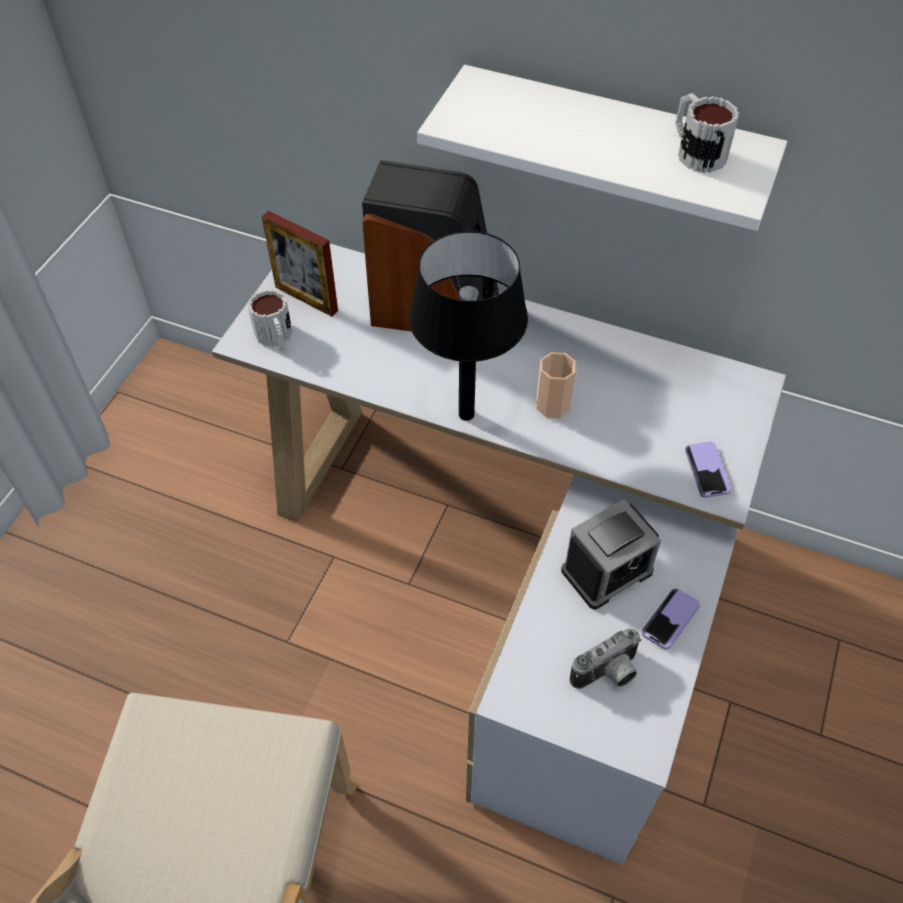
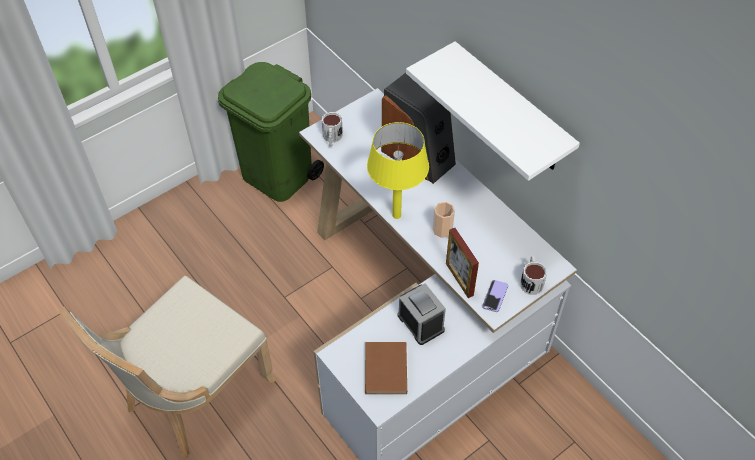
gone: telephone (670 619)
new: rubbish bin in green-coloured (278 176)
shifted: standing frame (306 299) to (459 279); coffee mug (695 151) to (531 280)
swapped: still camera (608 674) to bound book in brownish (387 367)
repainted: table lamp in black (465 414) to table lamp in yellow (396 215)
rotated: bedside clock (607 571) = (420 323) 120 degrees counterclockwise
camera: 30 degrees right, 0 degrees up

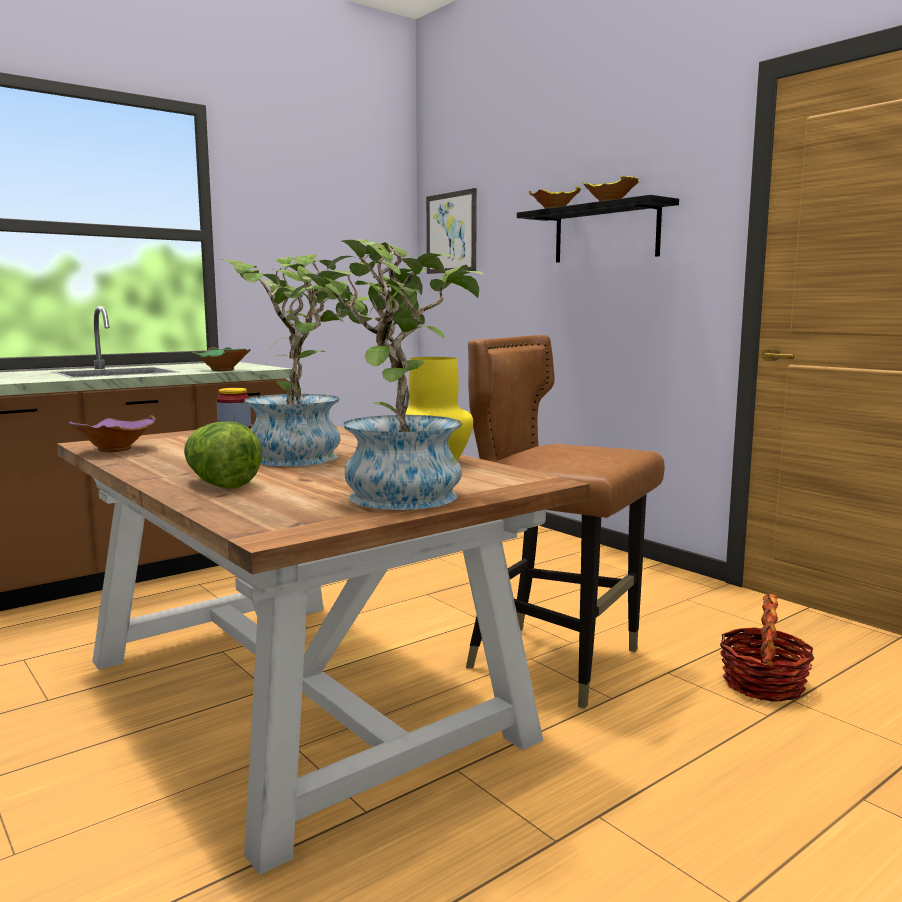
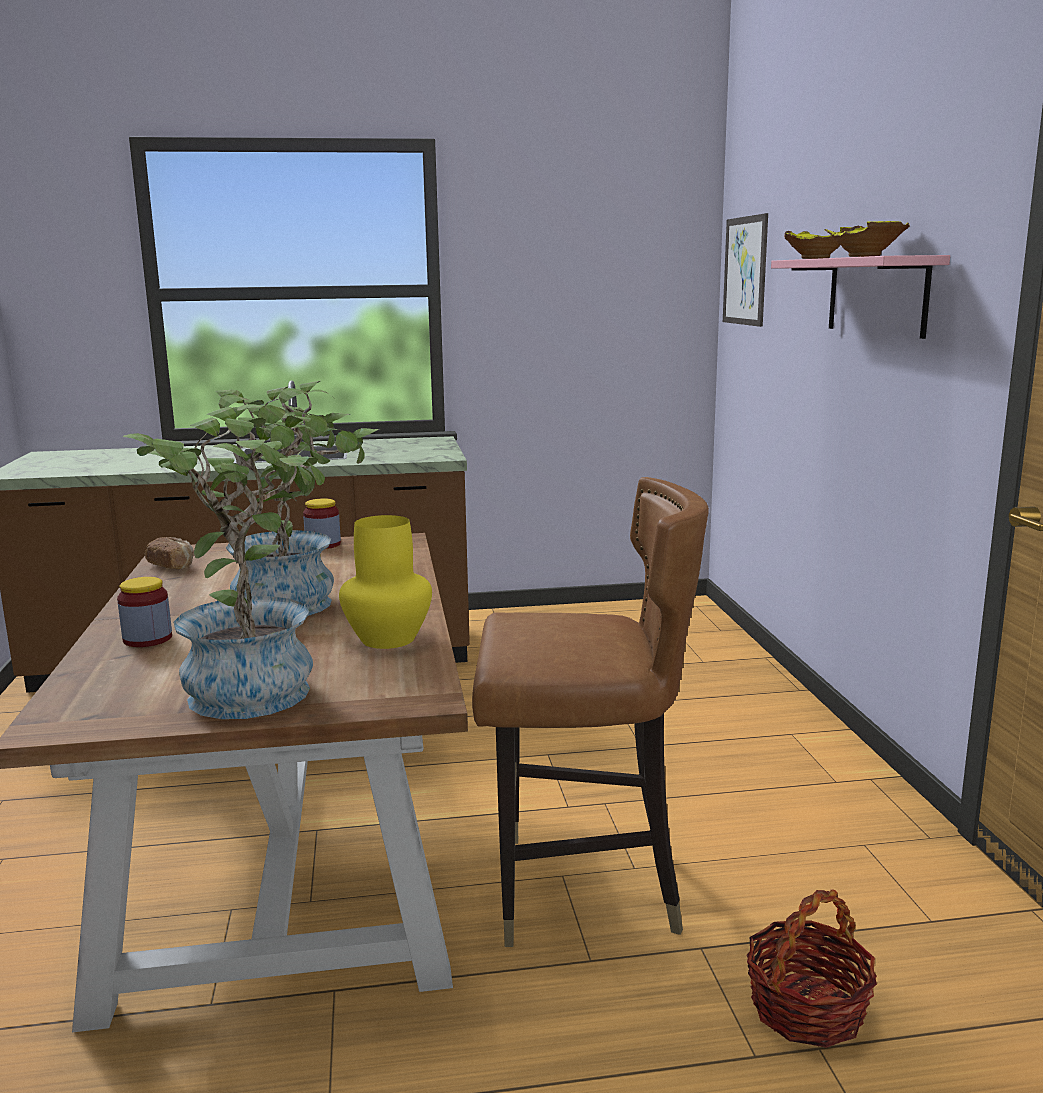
gone: bowl in green-coloured (224 370)
swapped: bowl in purple-coloured (116 450) to baked bread (172 566); lettuce head (220 484) to storage jar (147 639)
repainted: wall shelf in black (605 233) to wall shelf in pinkish (876 295)
rotated: plain chair in brownish (555 662) = (583 890) 120 degrees clockwise
camera: 30 degrees right, 5 degrees up

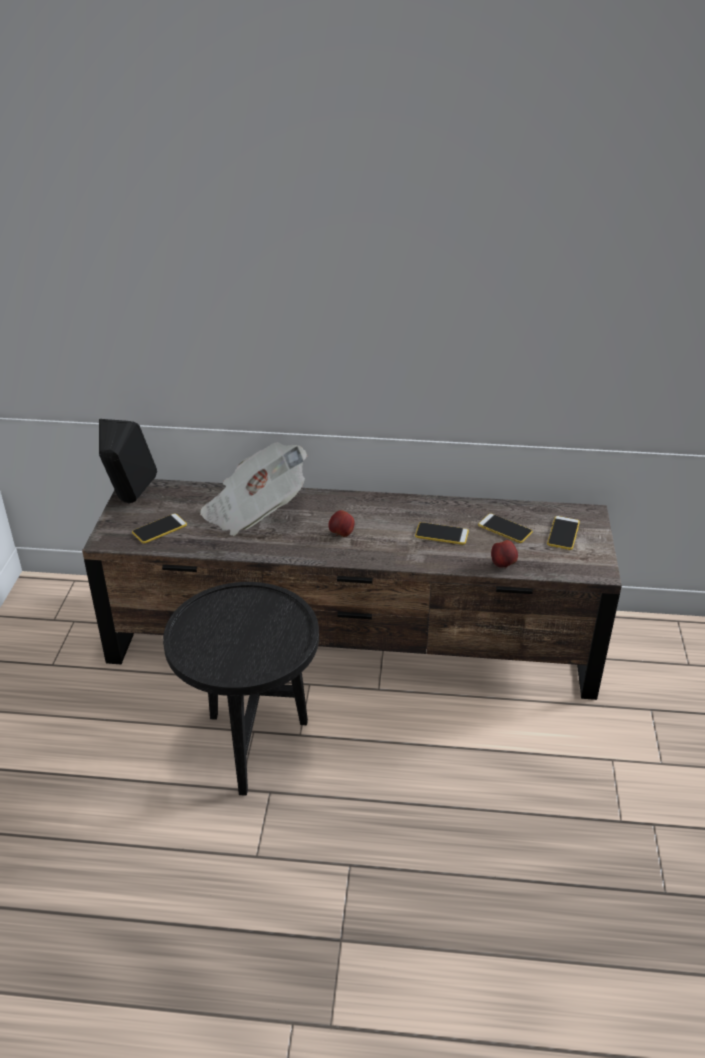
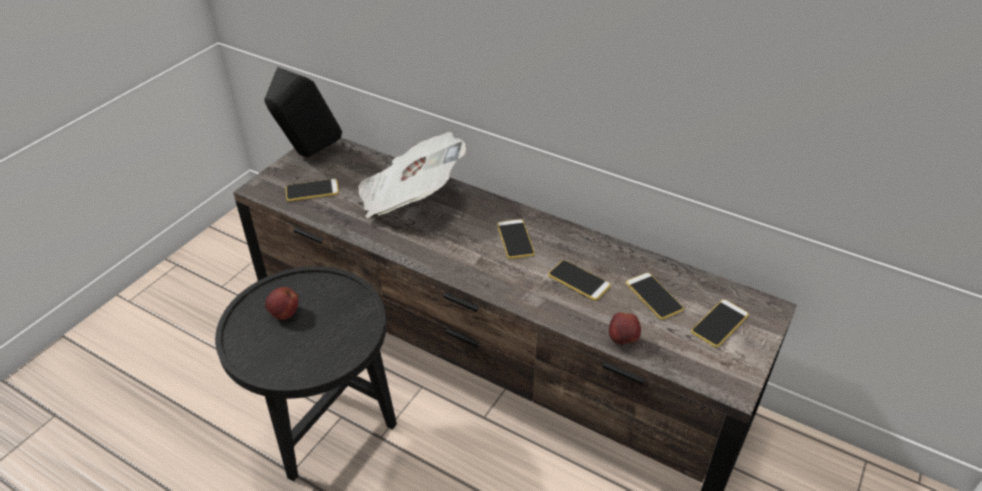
new: telephone (515 239)
shifted: apple (341 534) to (284 314)
camera: 25 degrees right, 5 degrees up

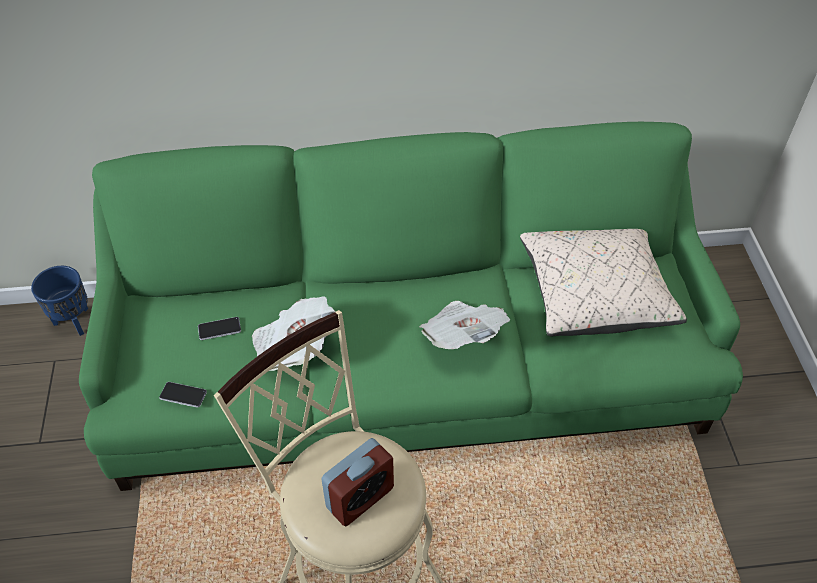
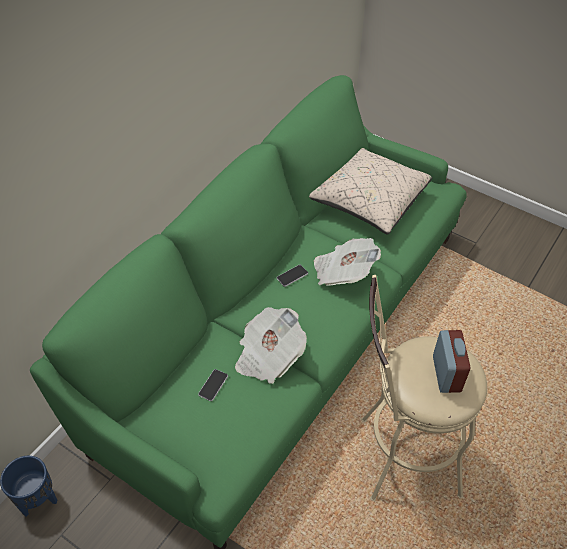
shifted: telephone (183 395) to (292 276)
camera: 50 degrees left, 0 degrees up

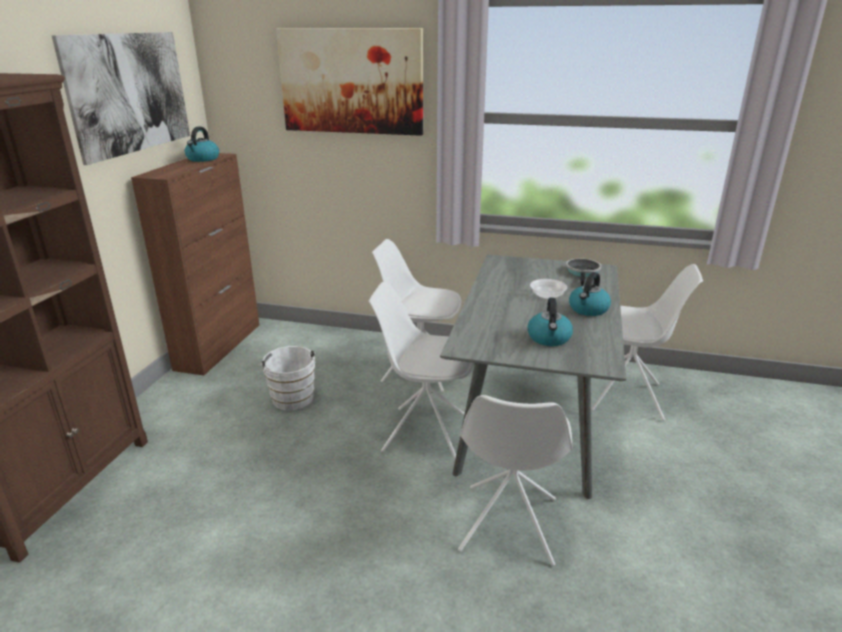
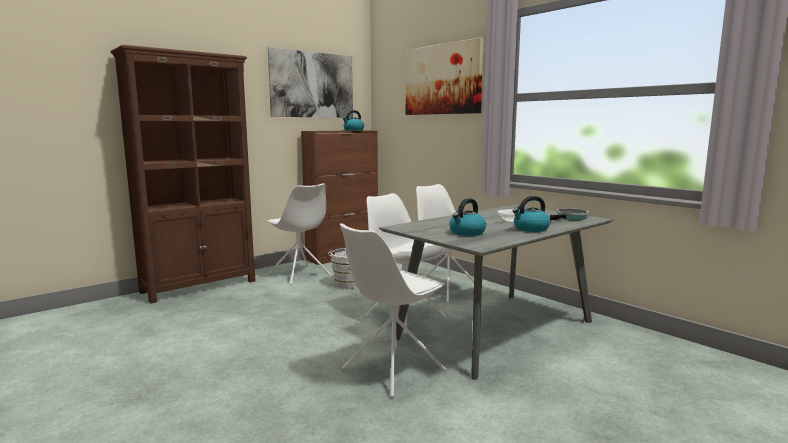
shifted: plain chair in white (627 398) to (300 275)
camera: 35 degrees right, 15 degrees down

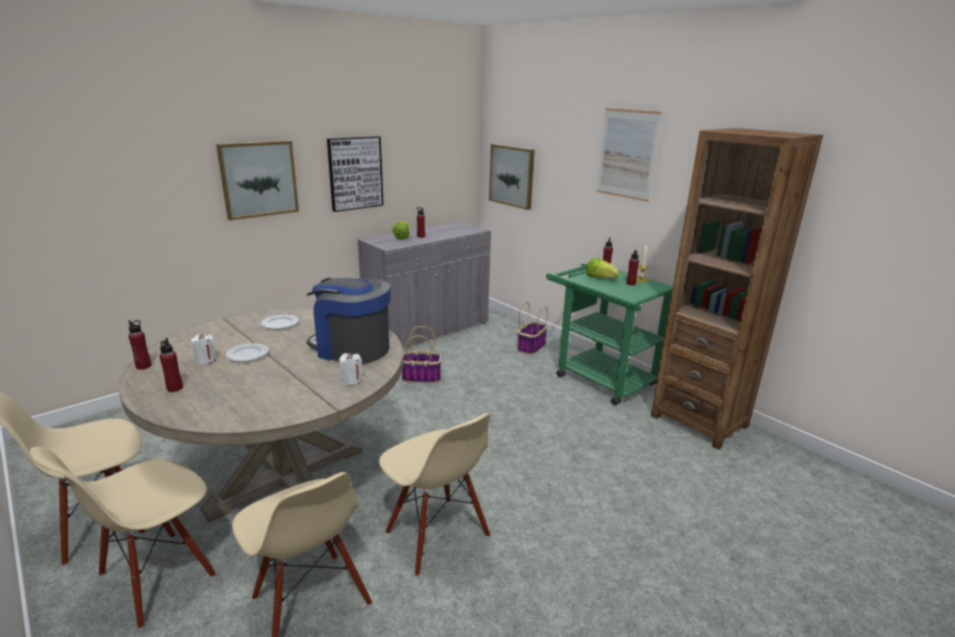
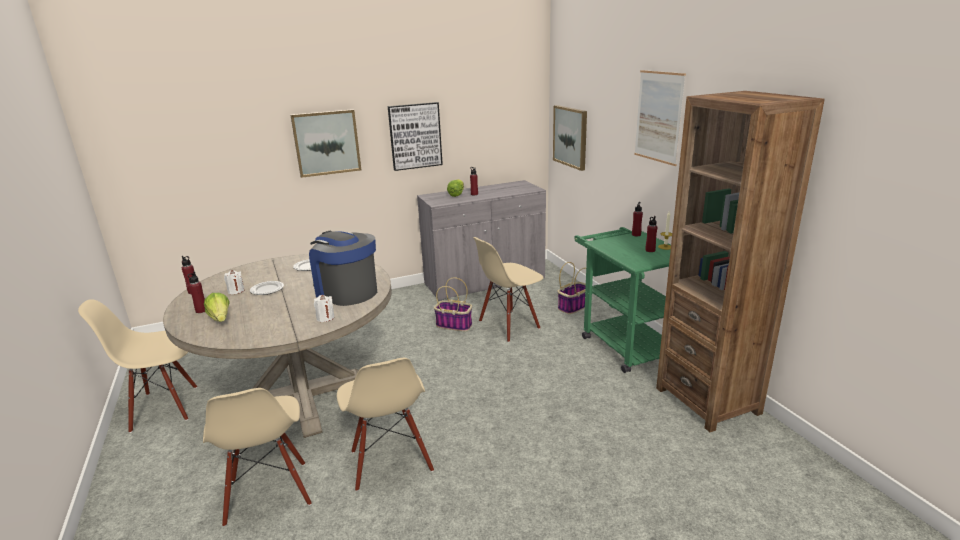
shifted: plain chair in beige-coloured (157 577) to (509 325); lettuce head (600 278) to (220 318)
camera: 20 degrees right, 0 degrees up

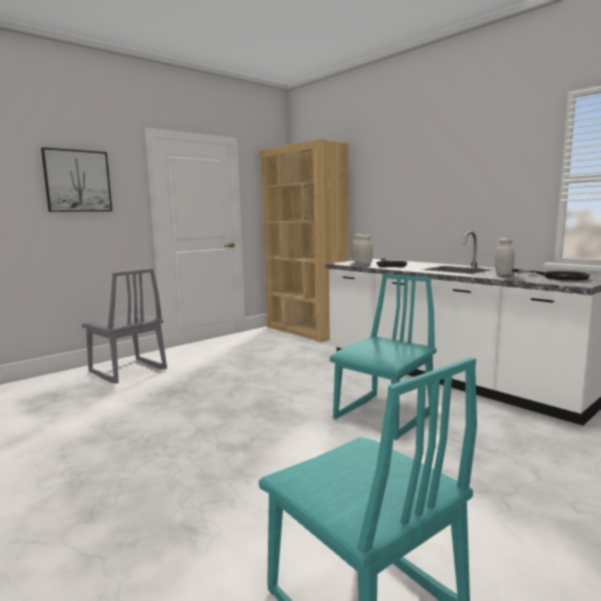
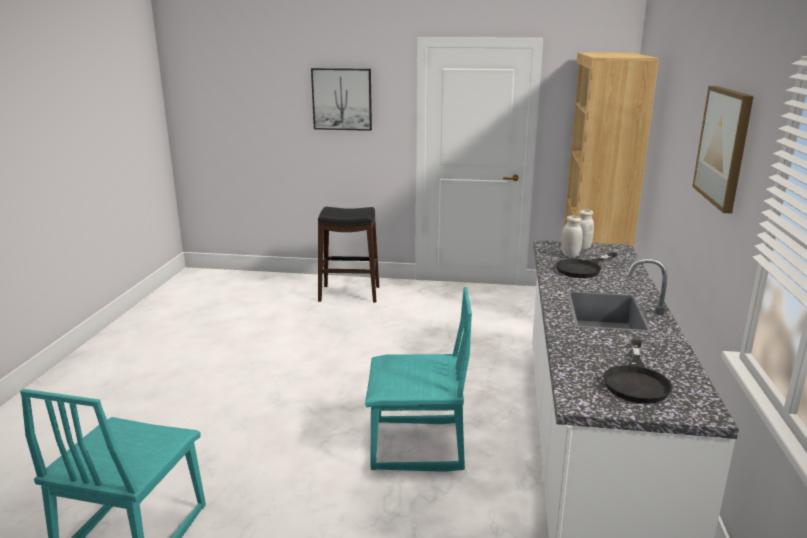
gone: storage jar in white (503 274)
new: wall art (724 146)
swapped: plain chair in greyish (127 371) to stool seat in black (349 294)
camera: 50 degrees right, 10 degrees up

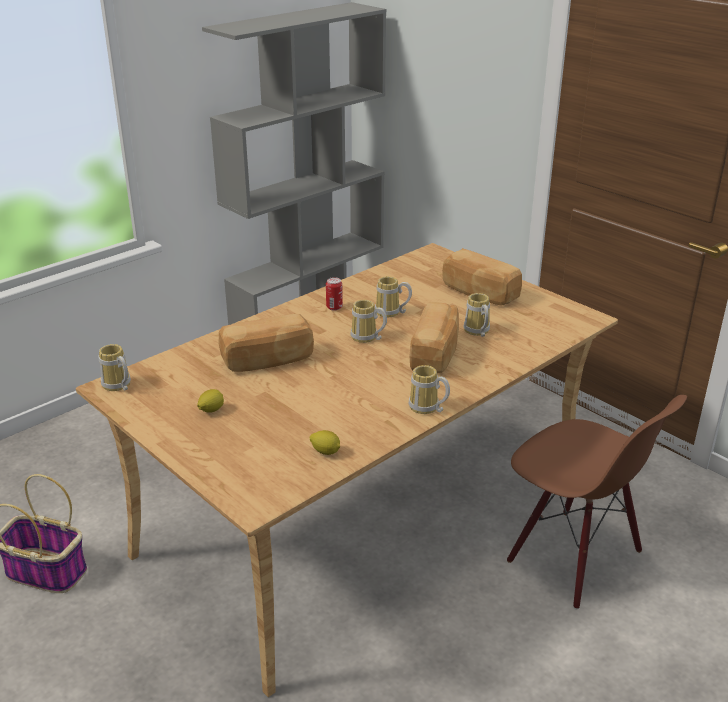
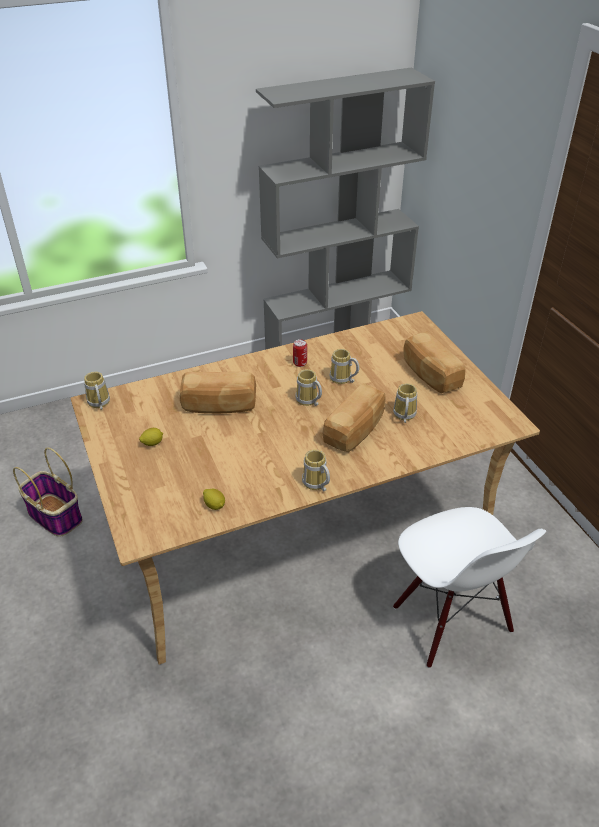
repainted: plain chair in brownish (573 557) to plain chair in white (450 620)
camera: 20 degrees right, 10 degrees up

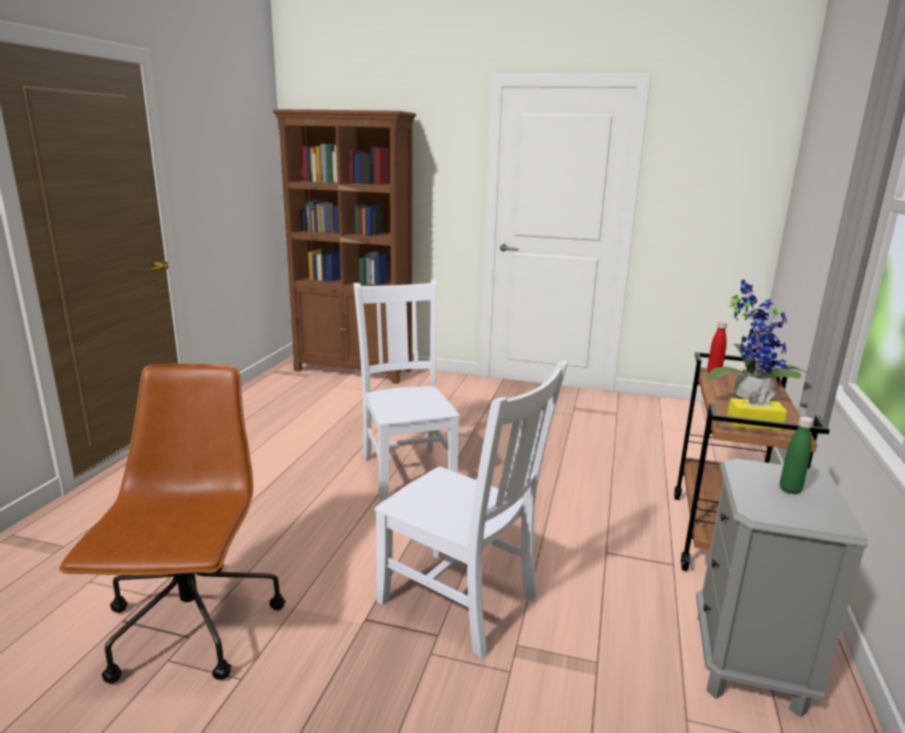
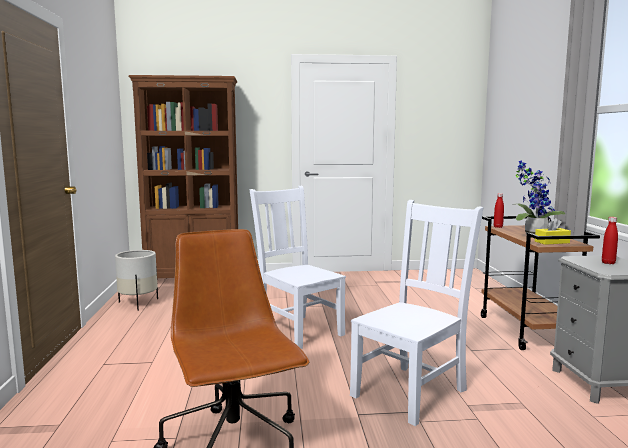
new: plant pot in white (138 303)
repainted: bottle in green-coloured (790 490) to bottle in reddish (608 263)
rotated: plain chair in white (462 602) = (411 391) 60 degrees counterclockwise
camera: 20 degrees left, 10 degrees down

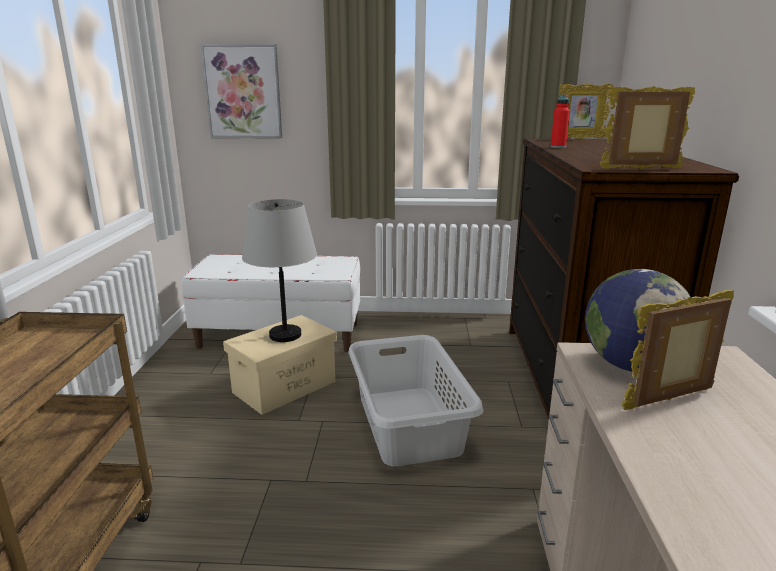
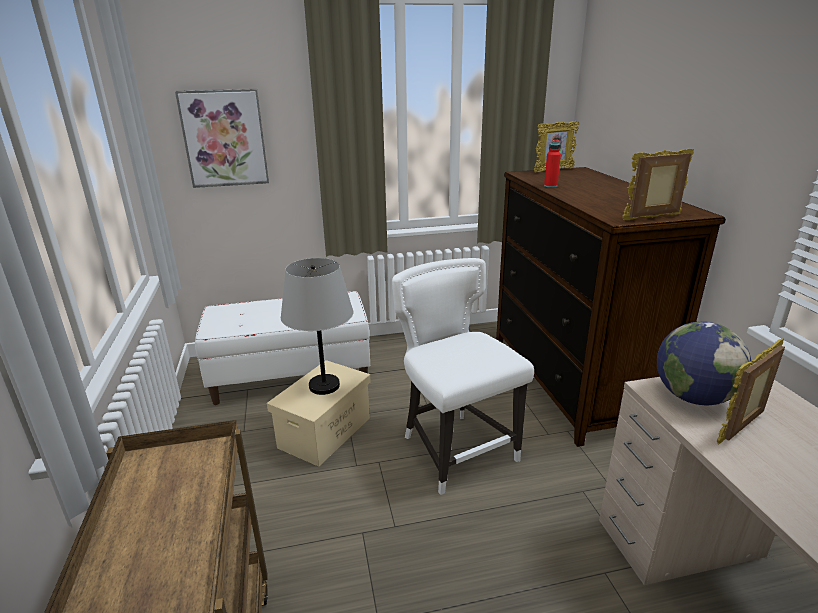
swapped: washing basket in greyish (409 423) to plain chair in white (456 449)
camera: 15 degrees left, 5 degrees up

